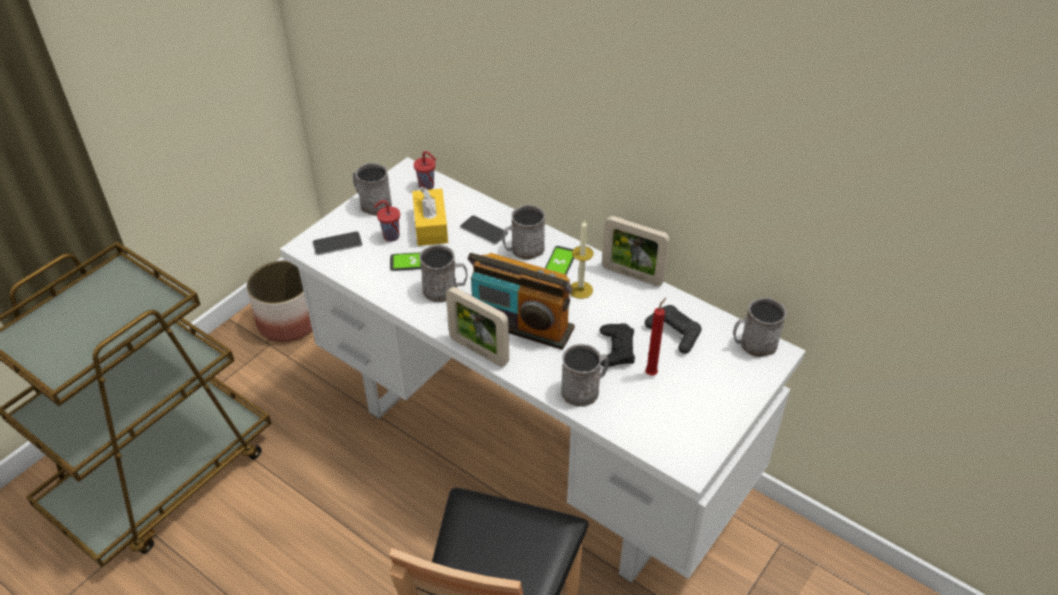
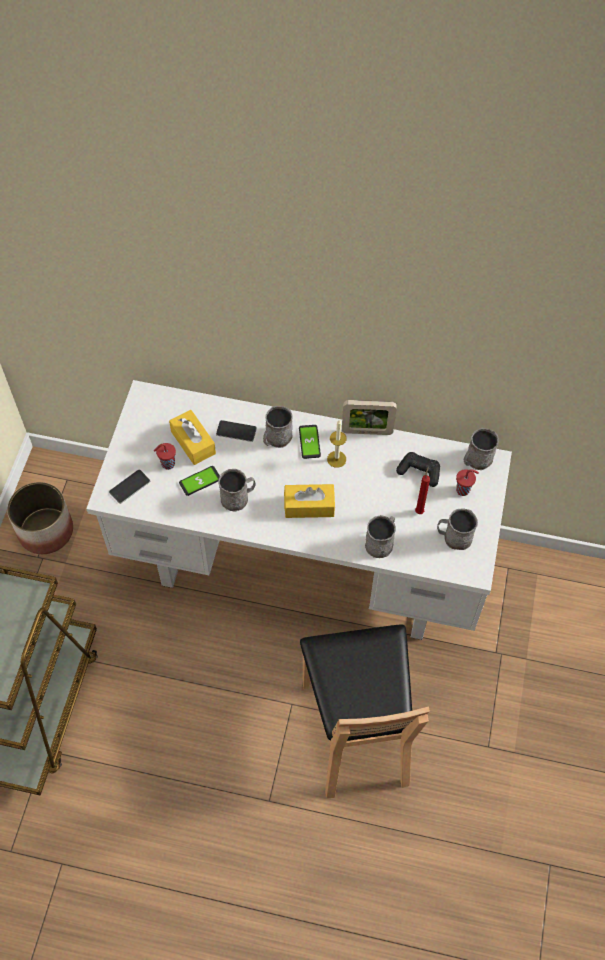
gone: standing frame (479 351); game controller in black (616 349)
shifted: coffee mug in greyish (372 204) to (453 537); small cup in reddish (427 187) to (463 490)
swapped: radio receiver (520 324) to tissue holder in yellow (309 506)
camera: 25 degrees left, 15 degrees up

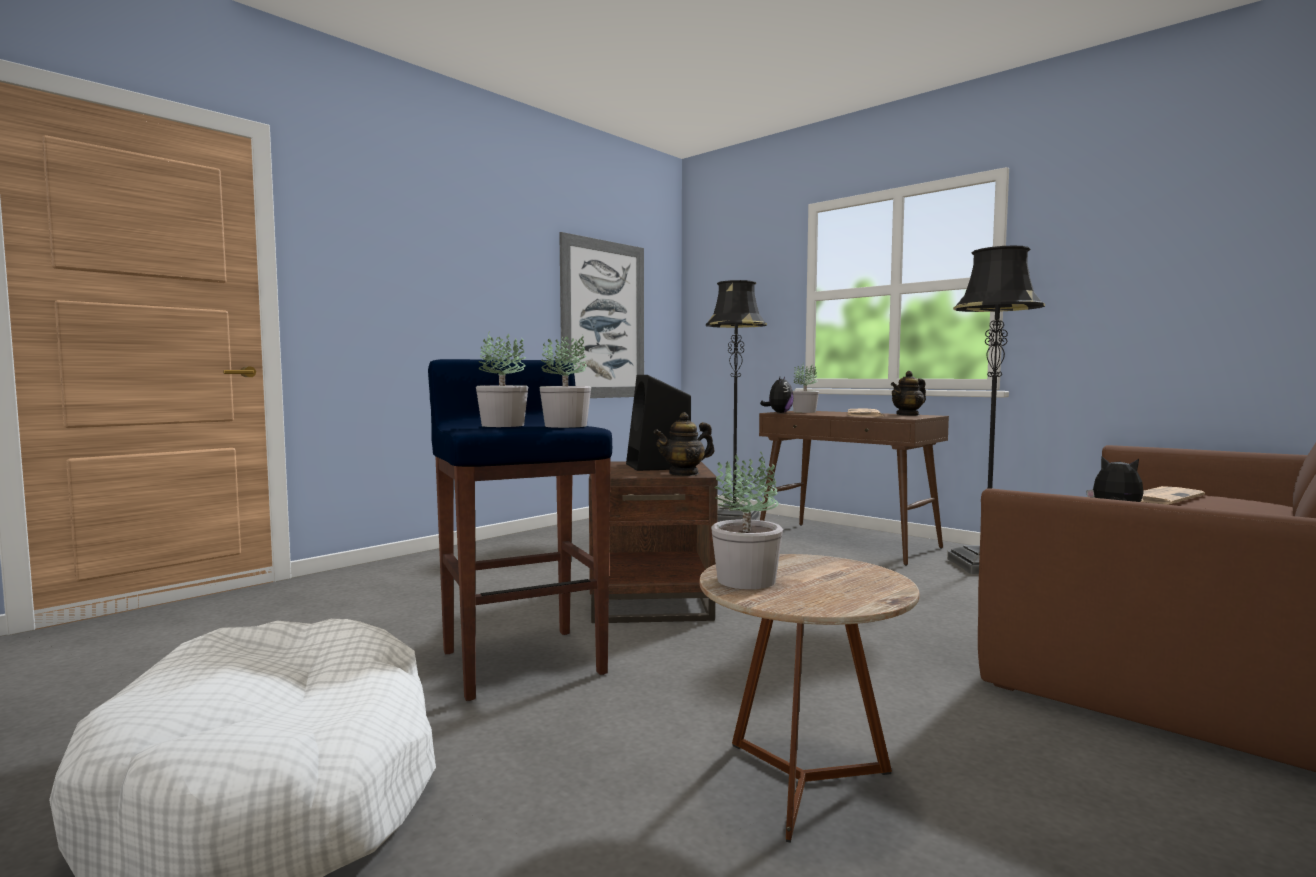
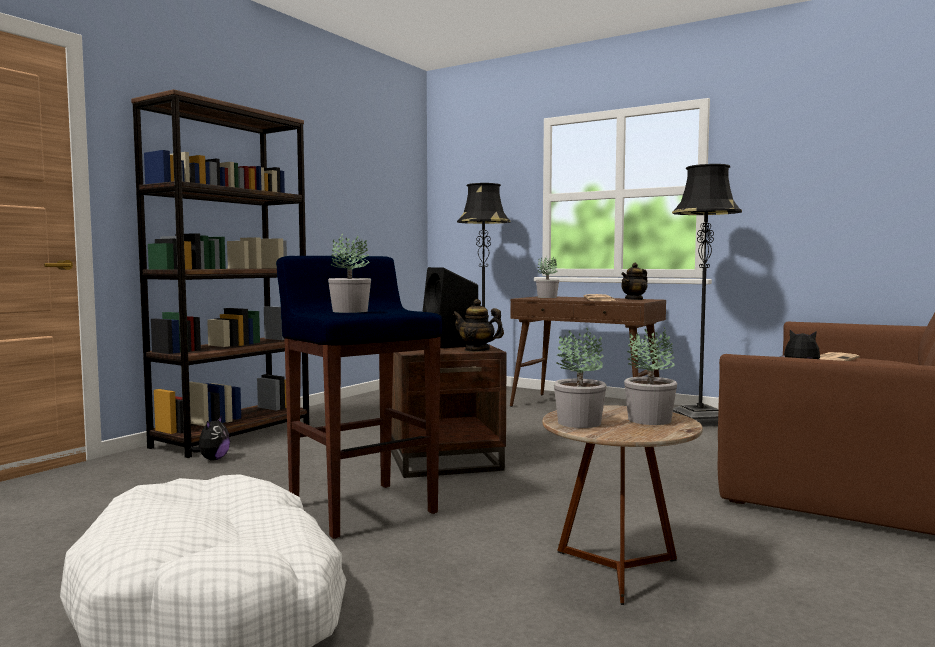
gone: wall art (603 320)
new: bookshelf in brownish (234 435)
shifted: potted plant (566 426) to (649 419); cuddly toy (779 413) to (213 459)
rotated: tea pot (684 474) = (477 350) 60 degrees clockwise
camera: 10 degrees left, 0 degrees up

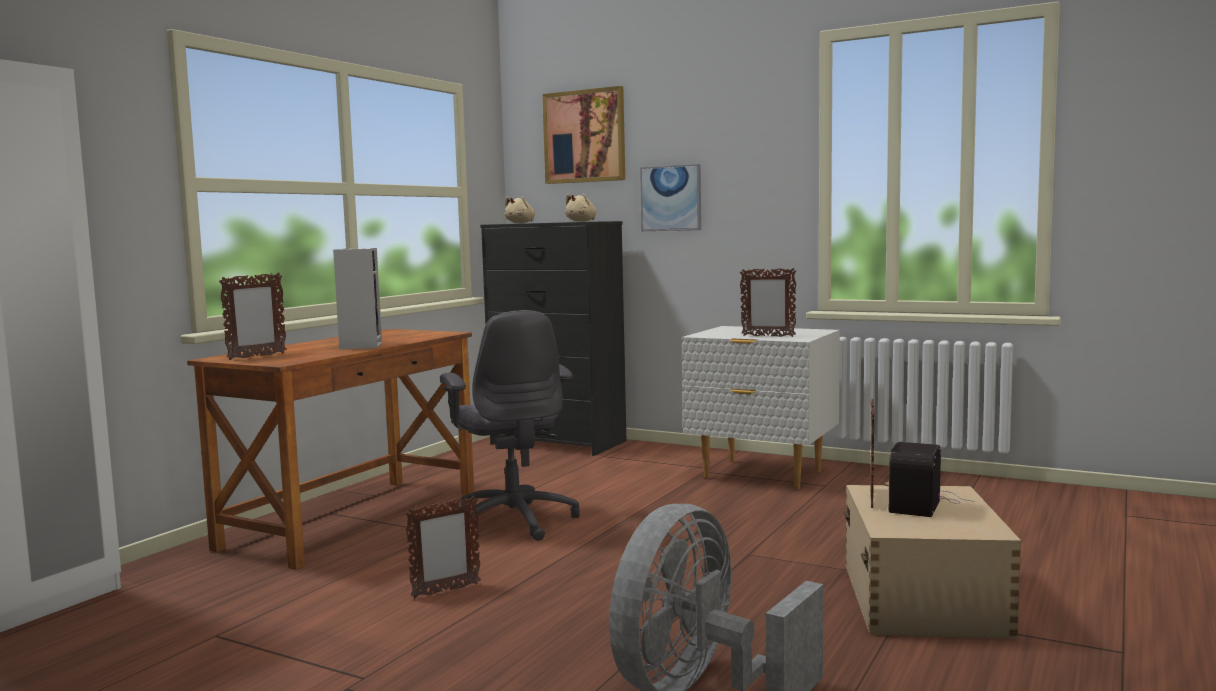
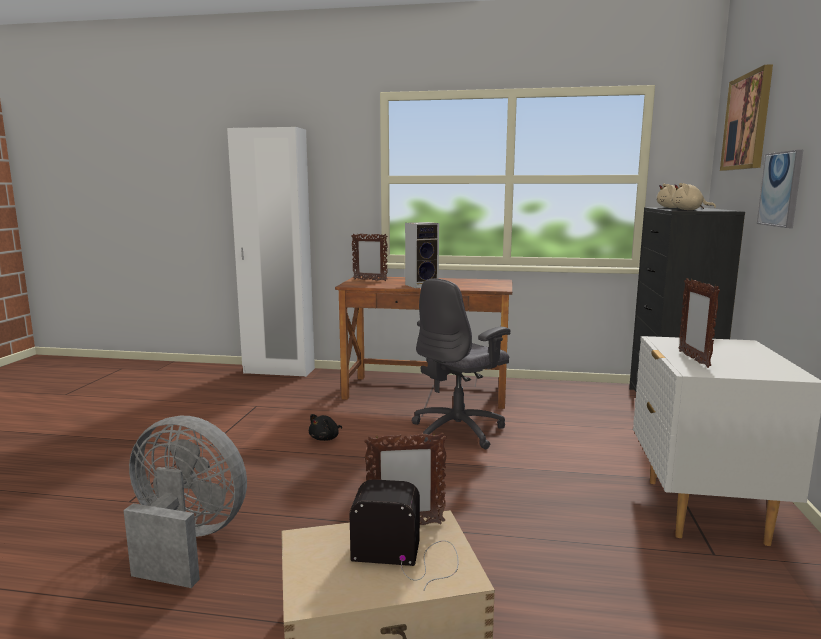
swapped: standing frame (445 591) to cuddly toy in black (325 438)
camera: 70 degrees right, 5 degrees up

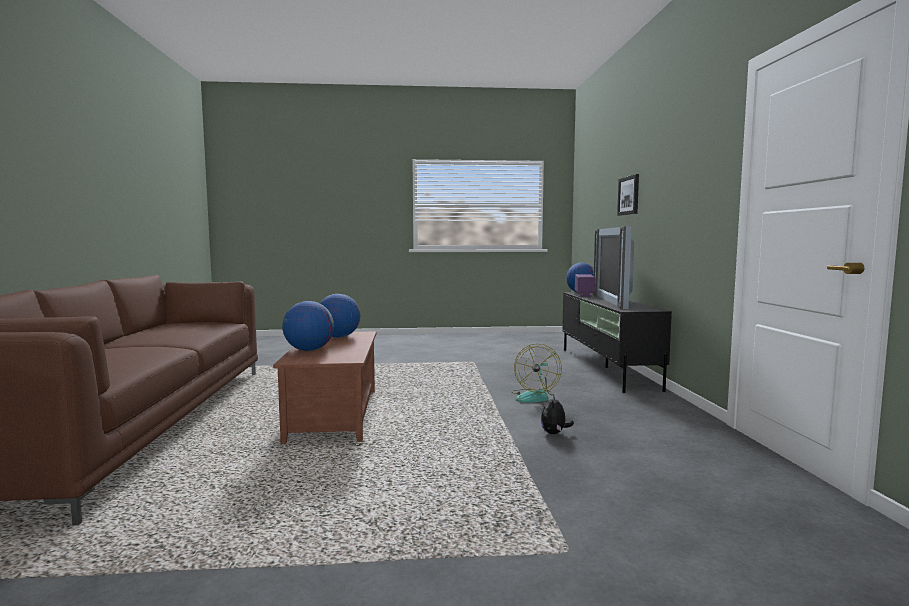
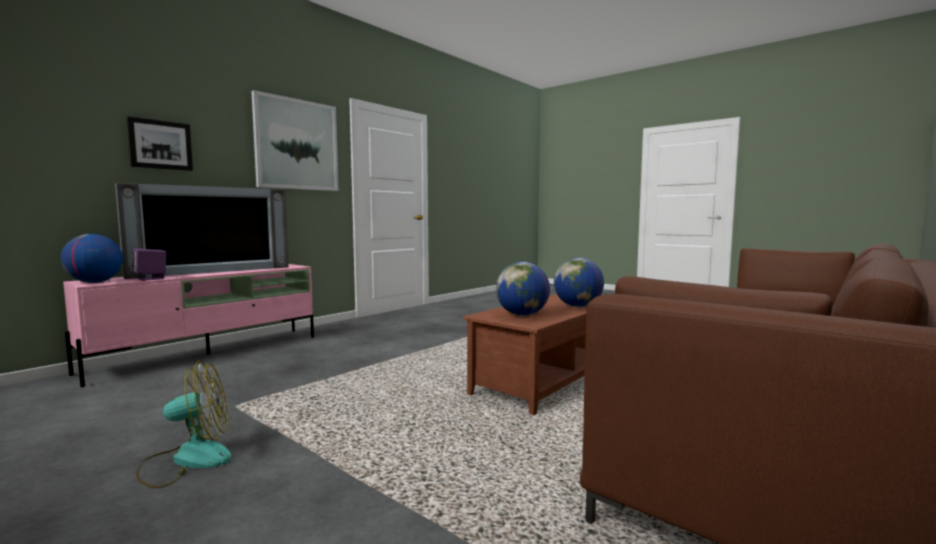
gone: cuddly toy (554 433)
new: wall art (297 145)
shifted: fan (535 396) to (187 460)
repainted: tv unit in black (606 368) to tv unit in pinkish (210 353)
camera: 135 degrees left, 0 degrees up

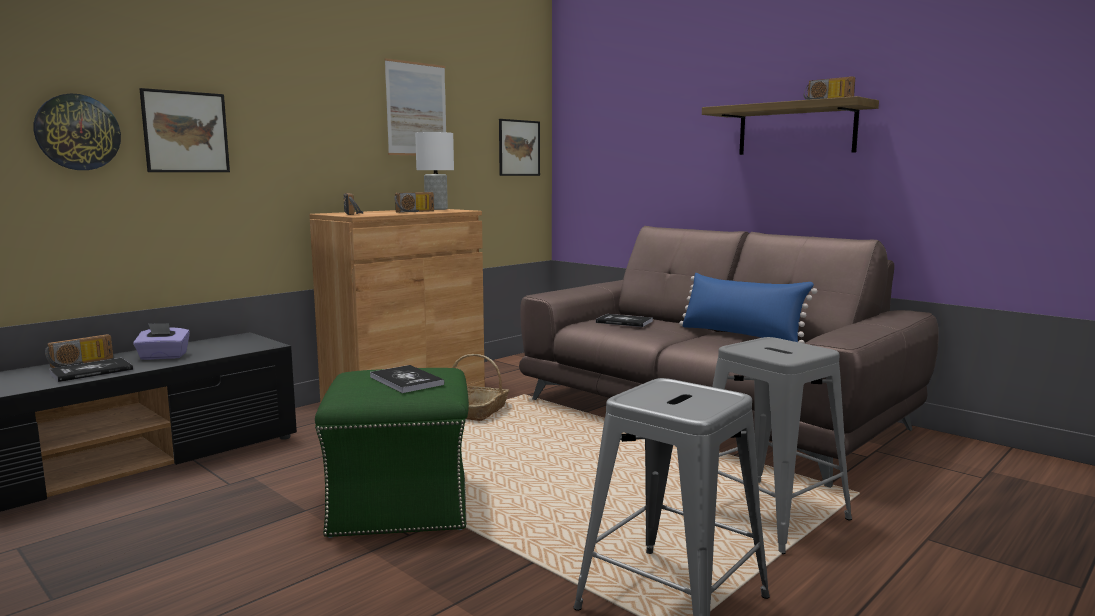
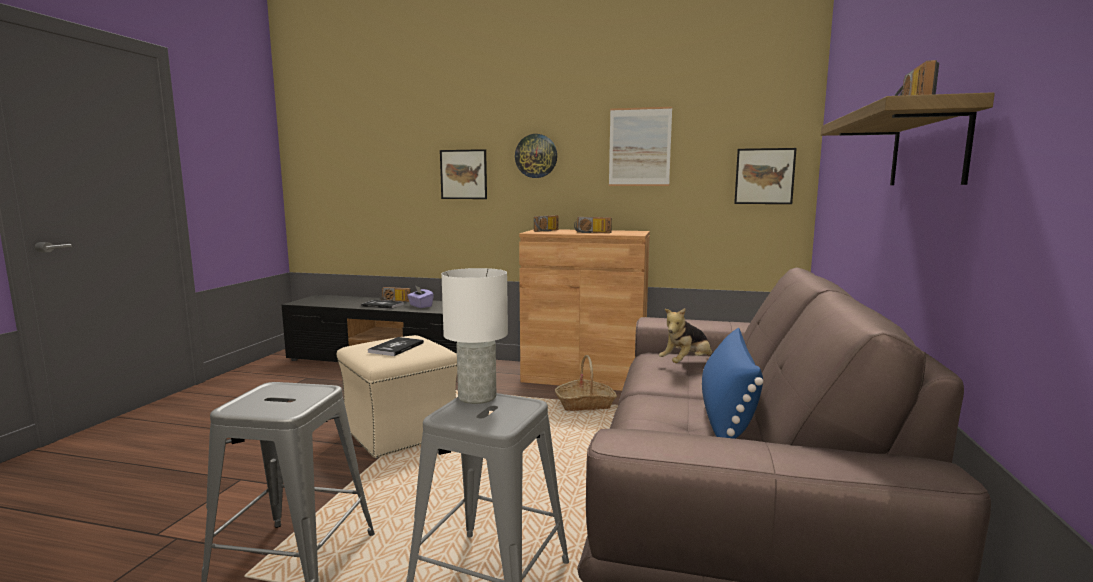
shifted: clock on the wall (77 132) to (536 156); table lamp in white (436 209) to (478 397)
swapped: bound book (624 322) to cuddly toy (686 363)
repainted: footrest in green-coloured (402 504) to footrest in beige-coloured (401 431)
camera: 60 degrees right, 0 degrees up

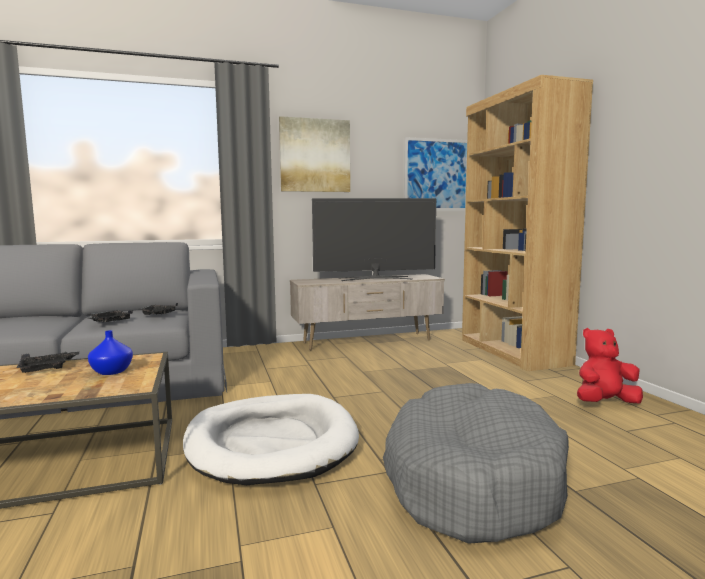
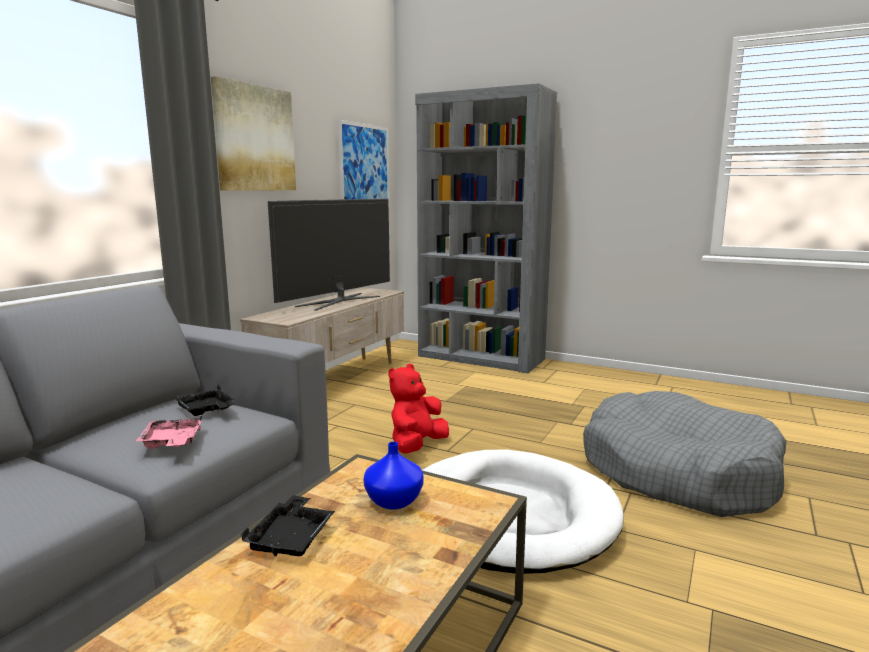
shifted: cuddly toy in reddish (605 403) to (417 446)
repainted: serving tray in black (109 321) to serving tray in pinkish (172 442); bookshelf in brownish (512 352) to bookshelf in greyish (481 358)
camera: 45 degrees left, 5 degrees up

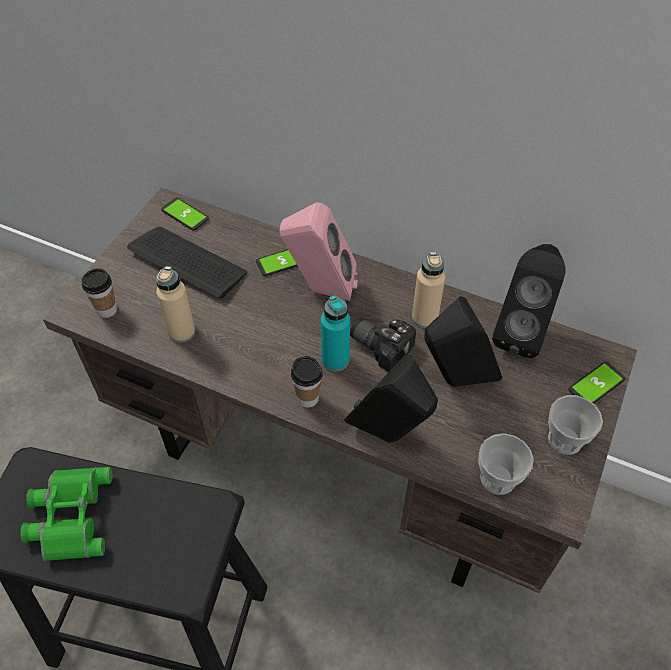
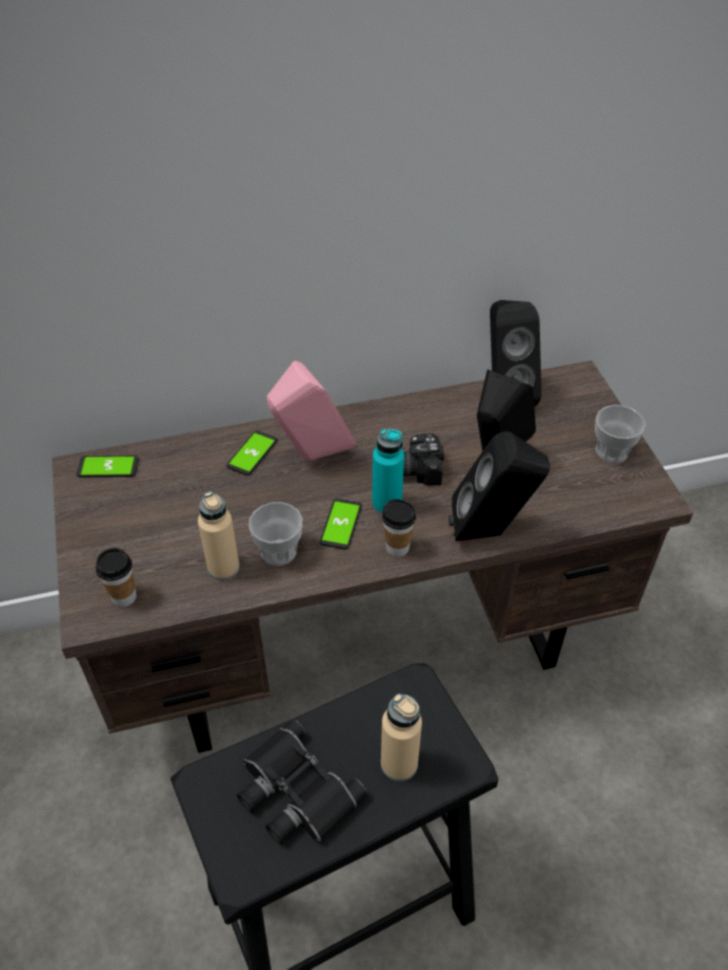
gone: PC keyboard (188 262)
shifted: bottle in beige-coloured (424 318) to (399 764); small cup (498 478) to (278 551); telephone (596 385) to (341 524)
repainted: binoculars in green-coloured (69 516) to binoculars in black (294 791)
camera: 40 degrees left, 5 degrees down

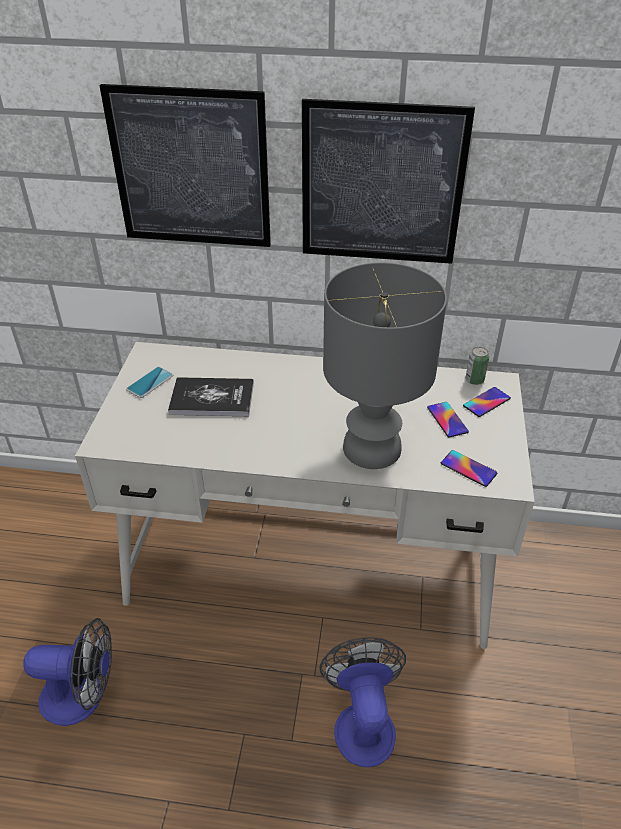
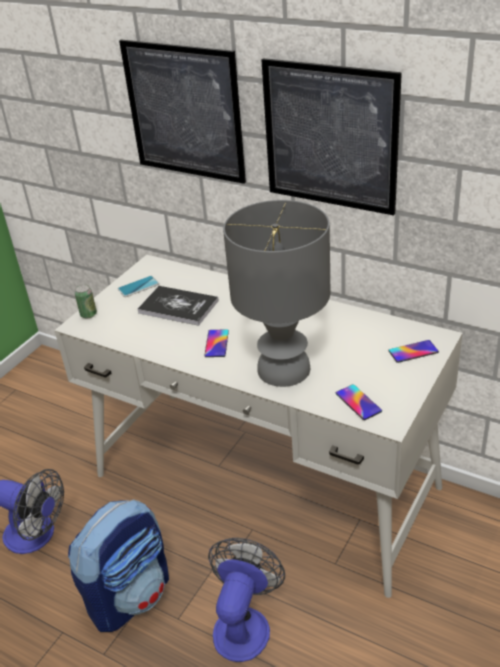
new: knapsack (130 595)
shifted: telephone (447 419) to (216 343); sealed can (474 380) to (88 314)
camera: 25 degrees right, 5 degrees down

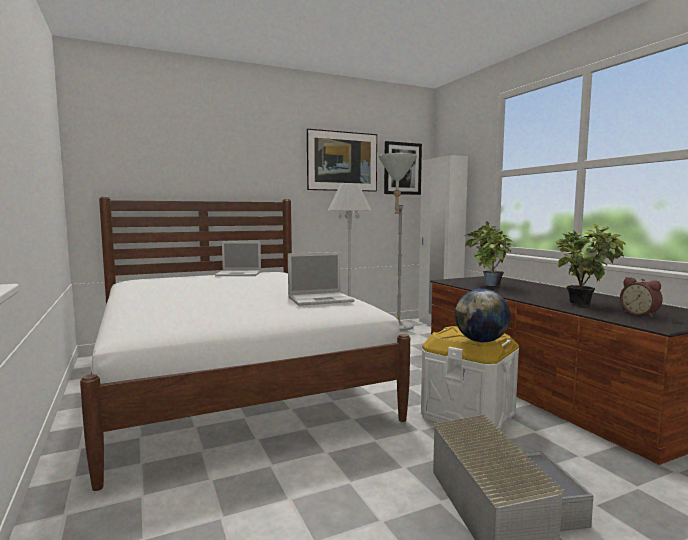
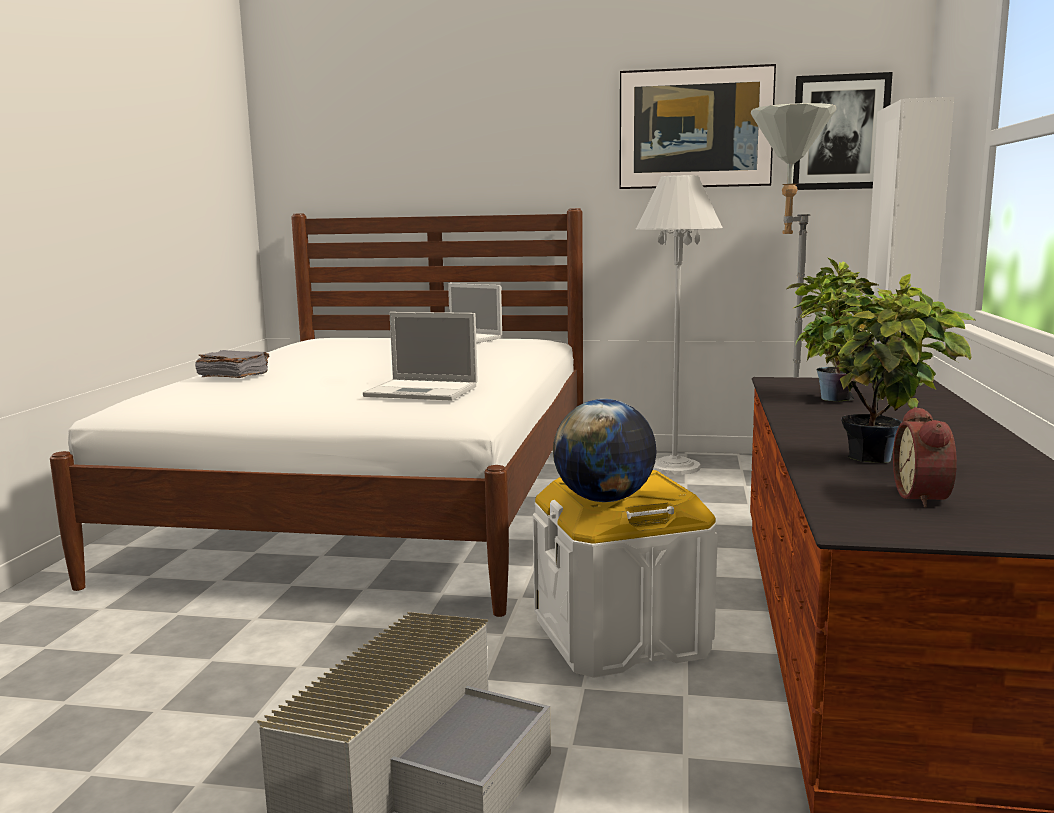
new: bound book in greyish (233 376)
camera: 35 degrees right, 5 degrees up

